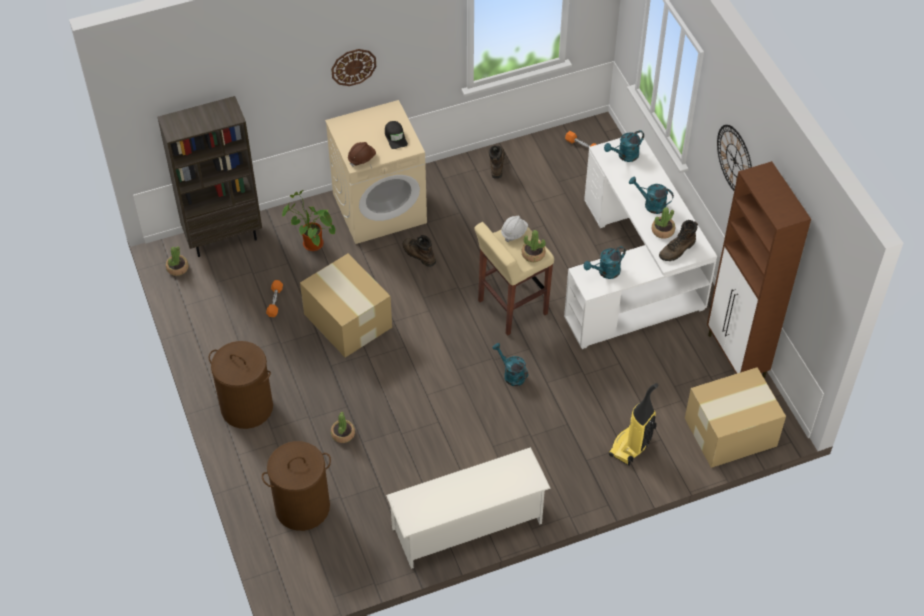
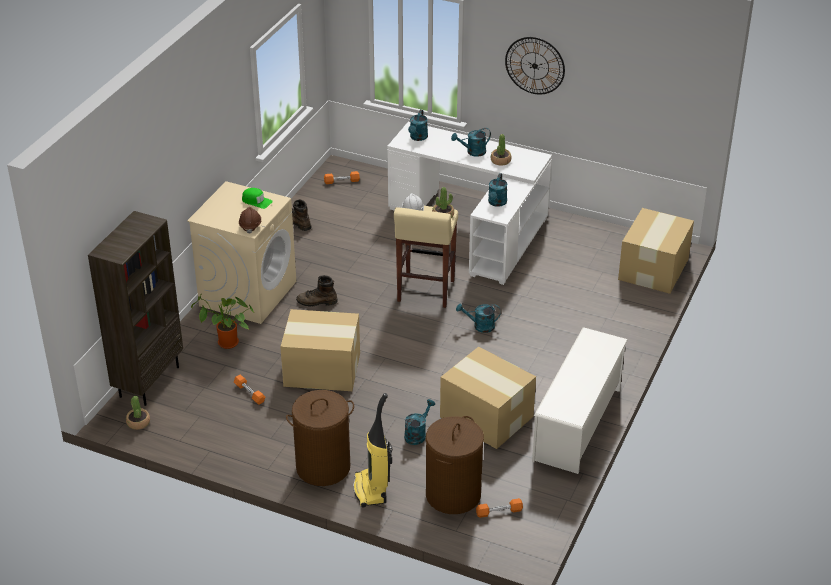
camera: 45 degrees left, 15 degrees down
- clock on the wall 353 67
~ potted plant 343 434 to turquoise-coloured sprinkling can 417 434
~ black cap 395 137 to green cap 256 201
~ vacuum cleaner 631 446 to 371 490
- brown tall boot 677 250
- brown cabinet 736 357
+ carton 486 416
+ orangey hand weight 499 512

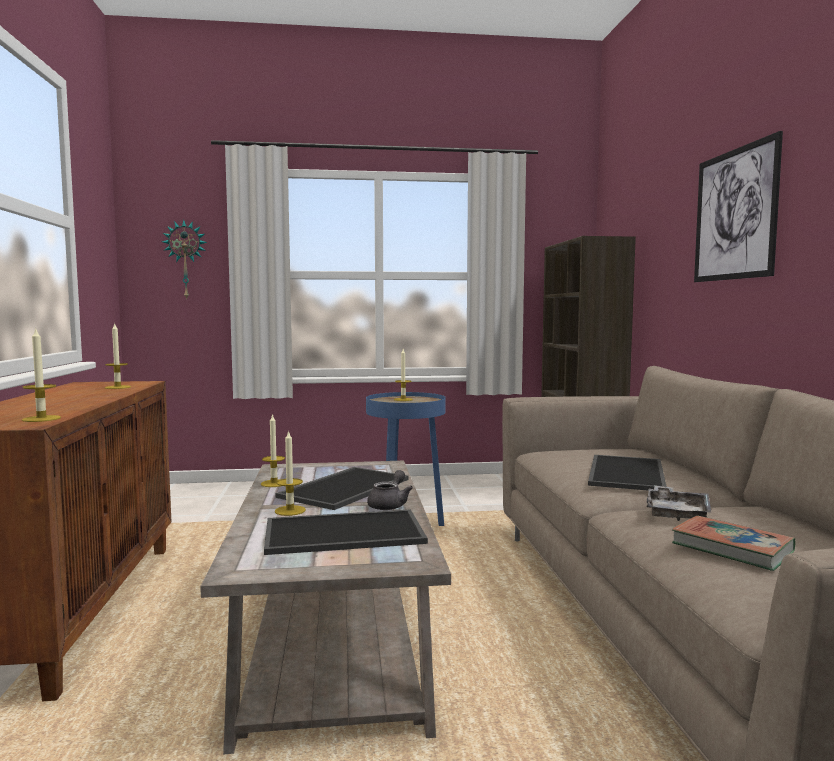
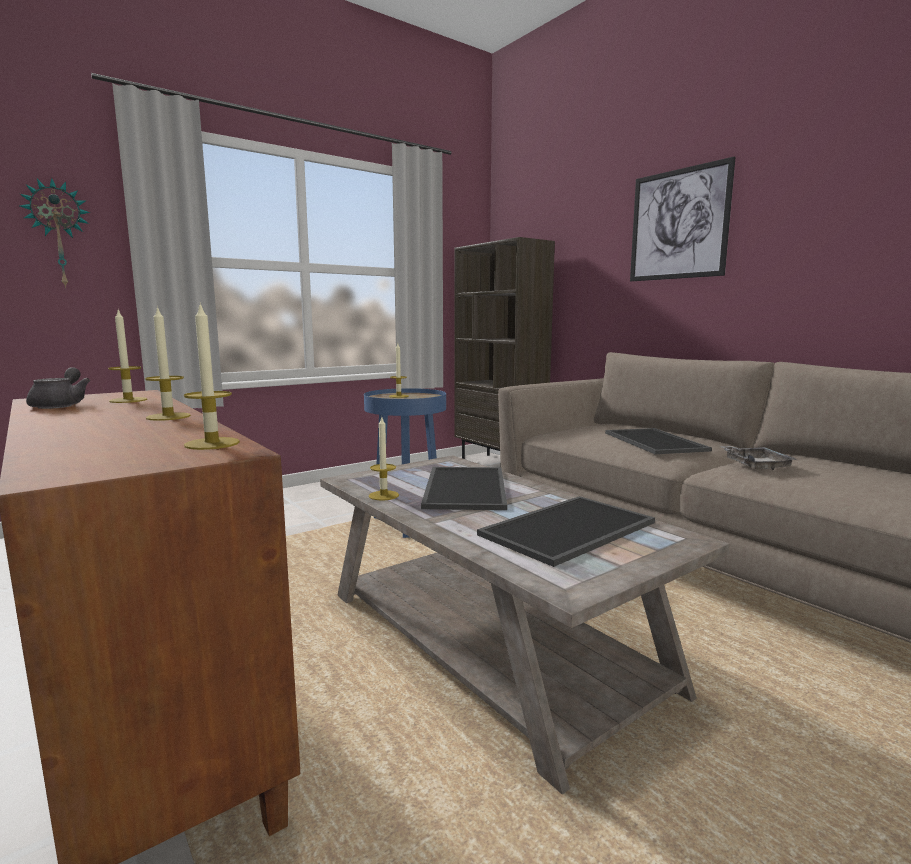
camera: 30 degrees left, 5 degrees up
~ wax candle 290 510 to 168 417
~ grey teapot 390 505 to 61 405
- volume 732 548

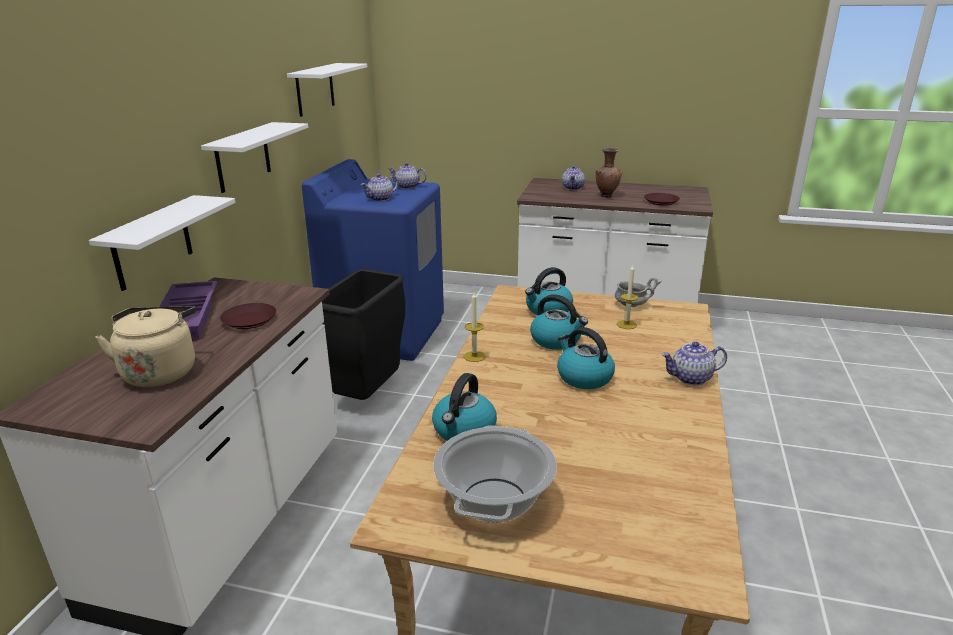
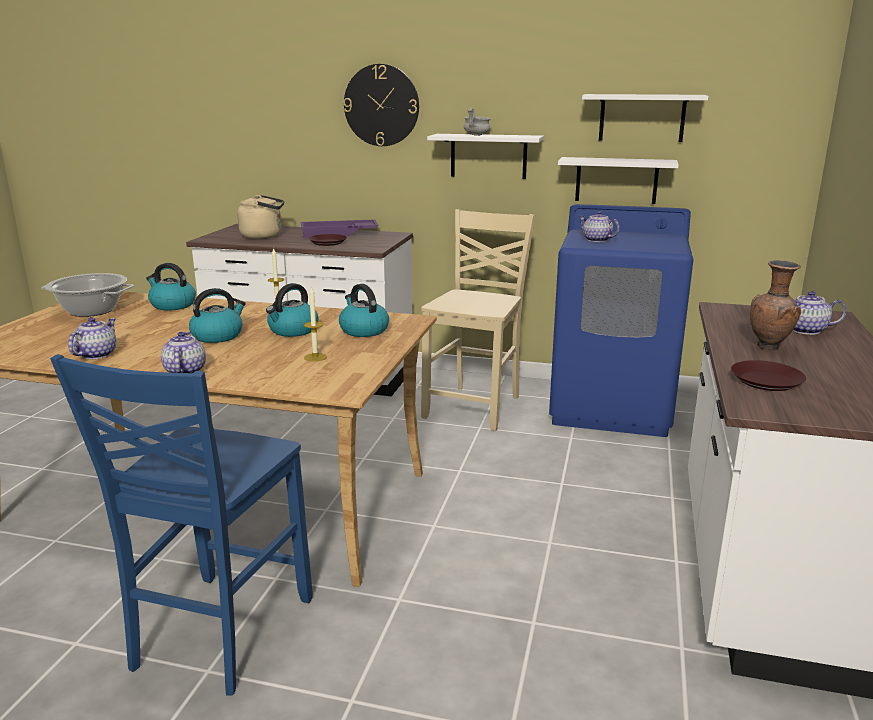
camera: 90 degrees right, 5 degrees down
~ whitish bracket shelf 152 243 to 616 180
~ black rubbish bin 367 396 to beige-coloured chair 475 407
~ teapot 407 186 to 96 354
~ grey bowl 632 305 to 476 135
+ blue-coloured chair 219 634
+ clock on the wall 381 105

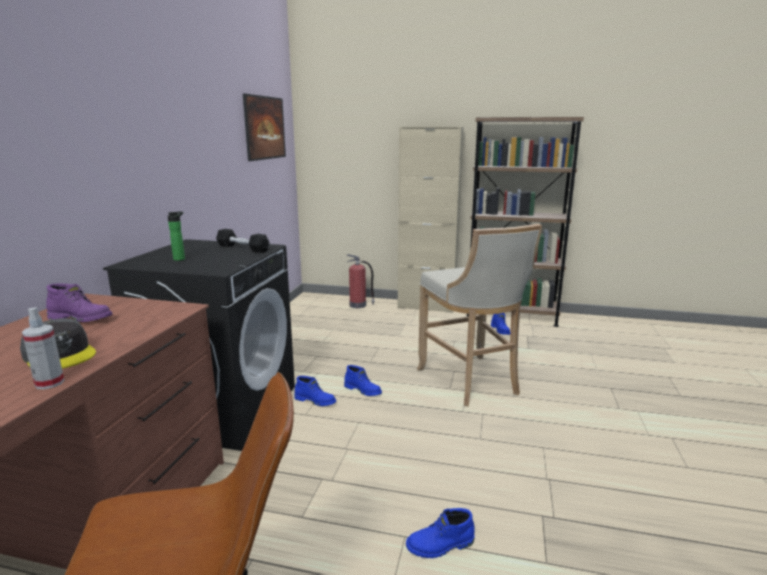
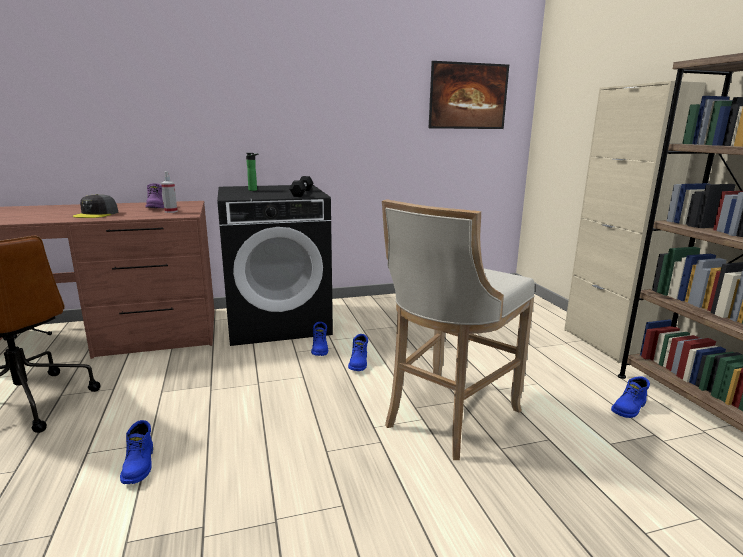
camera: 60 degrees right, 0 degrees up
~ sprayer 49 383 to 171 211
- fire extinguisher 358 305
~ blue-coloured tall boot 440 546 = 140 465 150 degrees counterclockwise

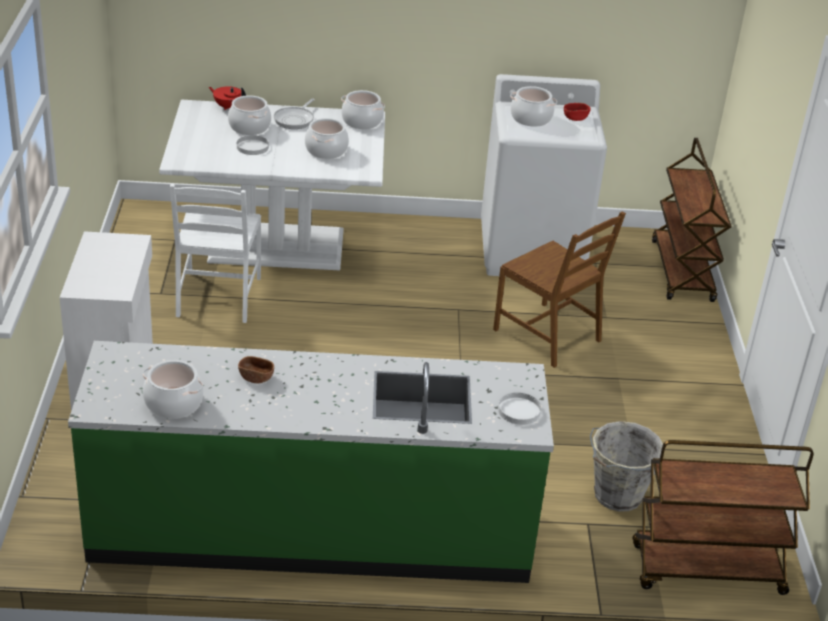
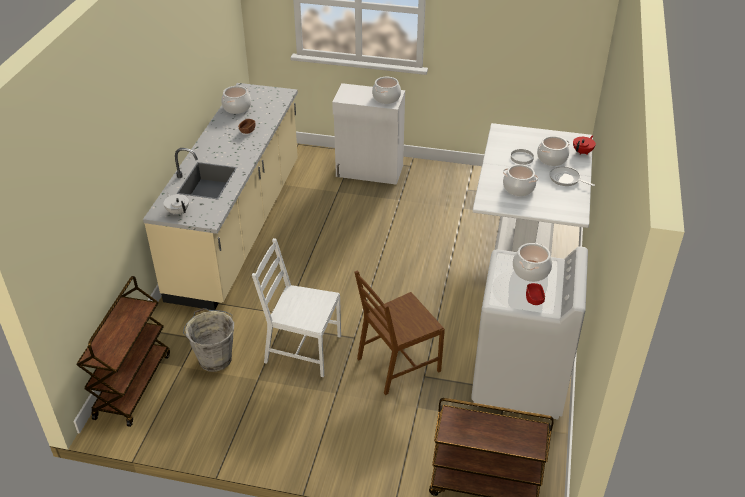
camera: 105 degrees right, 5 degrees up
~ green kitchen counter 312 530 to beige-coloured kitchen counter 238 228
~ whitish chair 218 297 to 302 349
~ cooking pot 361 121 to 386 98
~ whitish plate 518 411 to whitish teapot 178 211

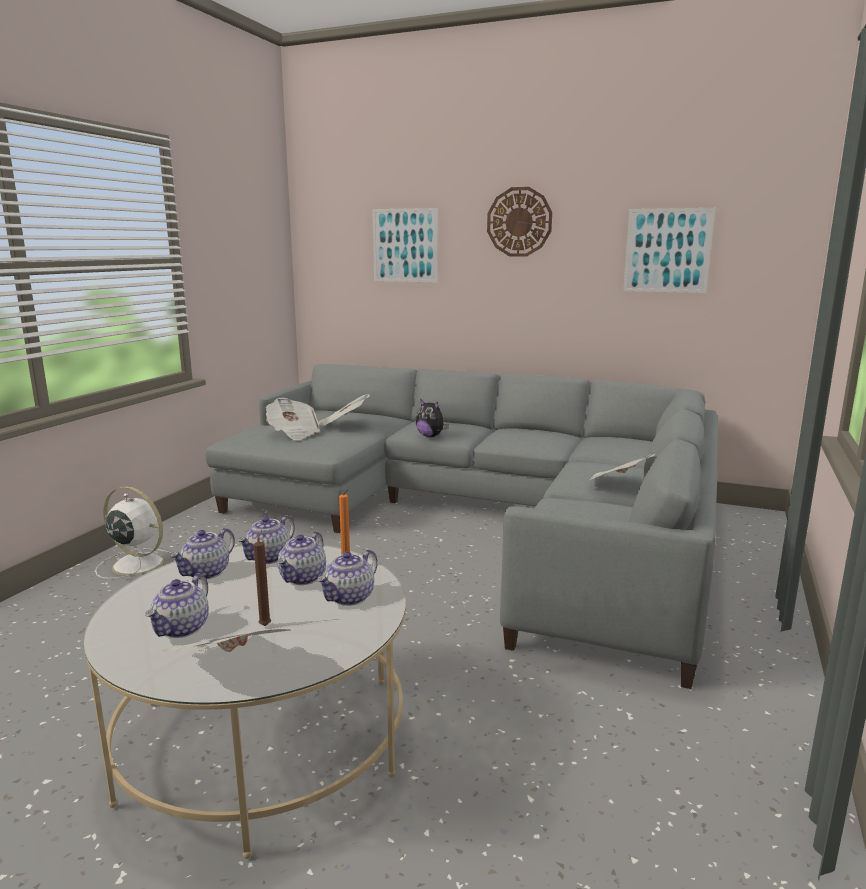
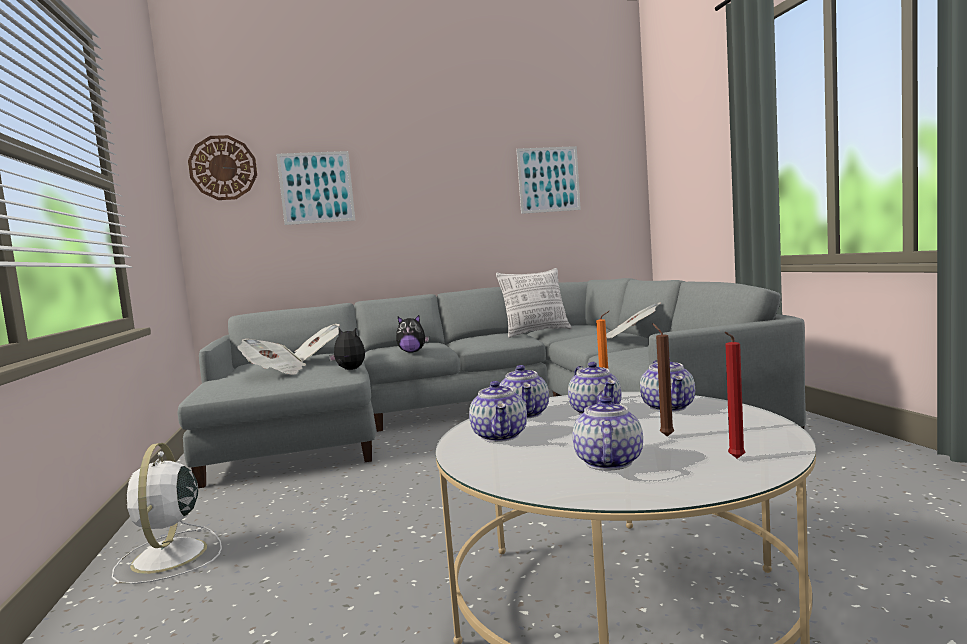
camera: 35 degrees left, 10 degrees down
~ whitish cooling fan 136 564 = 168 557 90 degrees counterclockwise
~ teapot 182 629 = 607 462 150 degrees counterclockwise
~ newspaper 232 668 to red wax candle 735 459
~ clock on the wall 519 222 to 223 168
+ plush toy 349 370
+ throw pillow 536 332

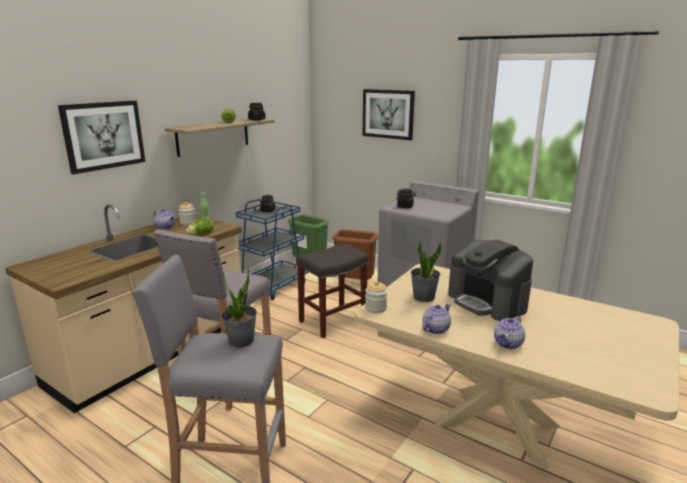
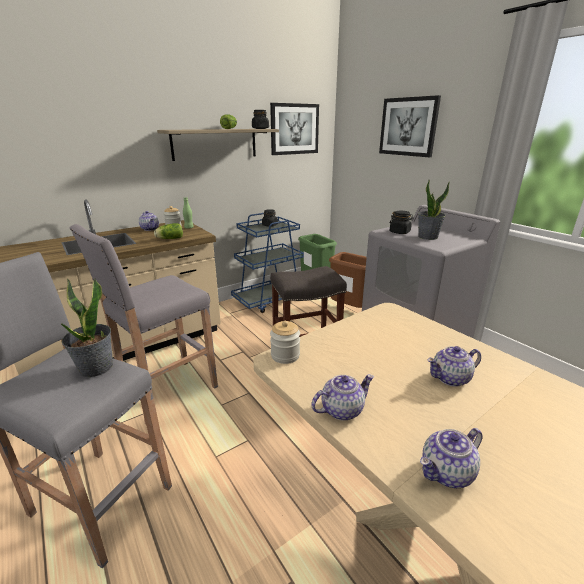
camera: 20 degrees right, 5 degrees up
~ wall picture 104 135 to 294 129
~ potted plant 423 297 to 427 237
~ coffee machine 487 302 to teapot 451 378

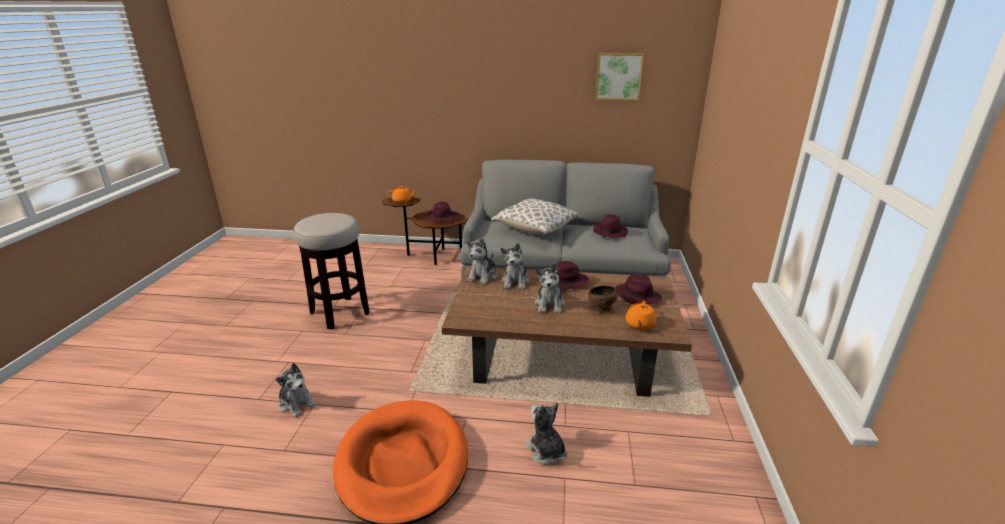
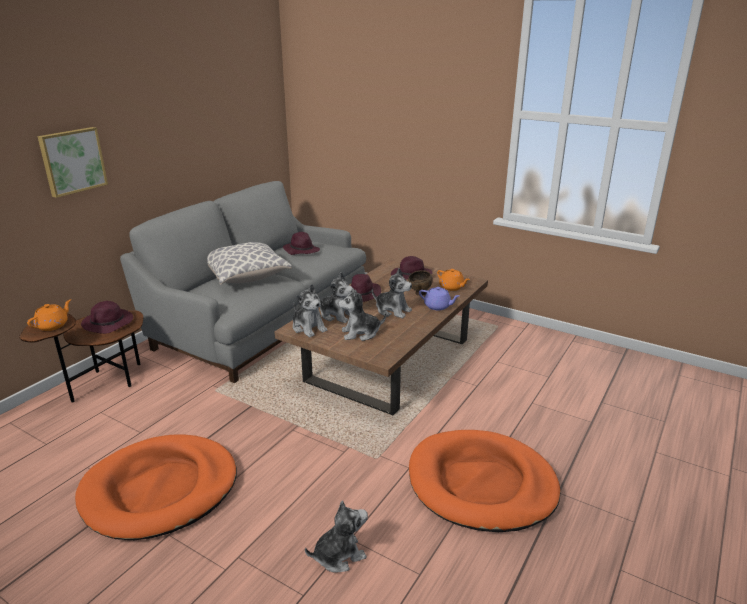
camera: 65 degrees left, 0 degrees up
~ stool 340 313 to orangey dog bed 160 490
~ plush toy 545 451 to 360 333
~ wall picture 618 76 to 72 161
+ purple-coloured teapot 438 306

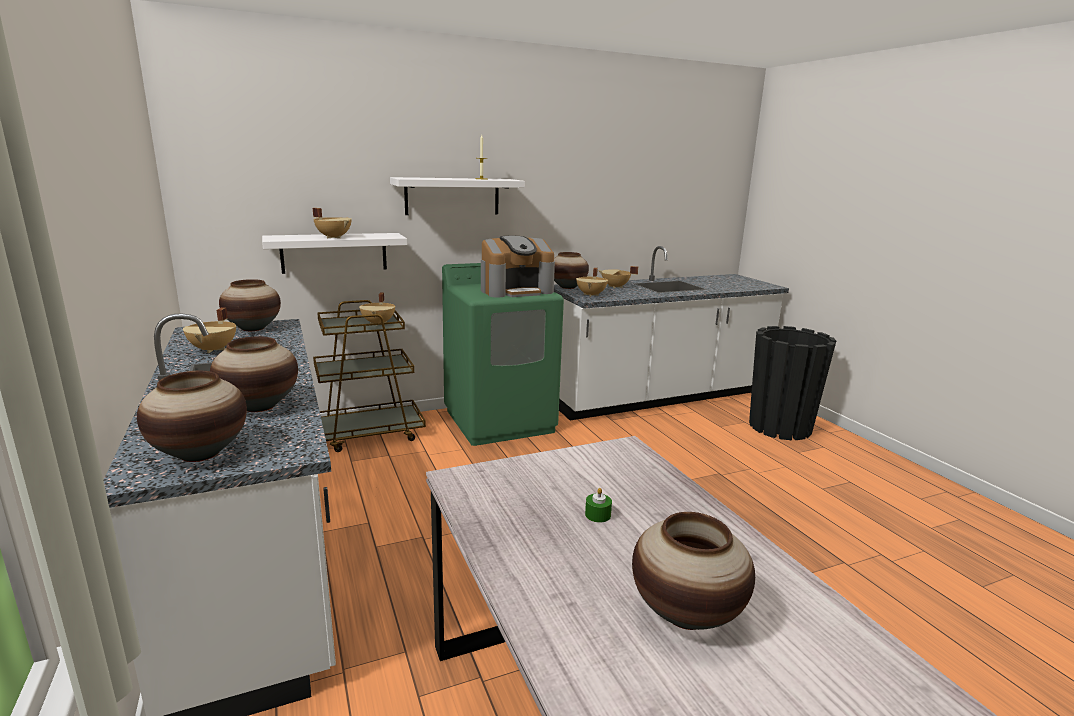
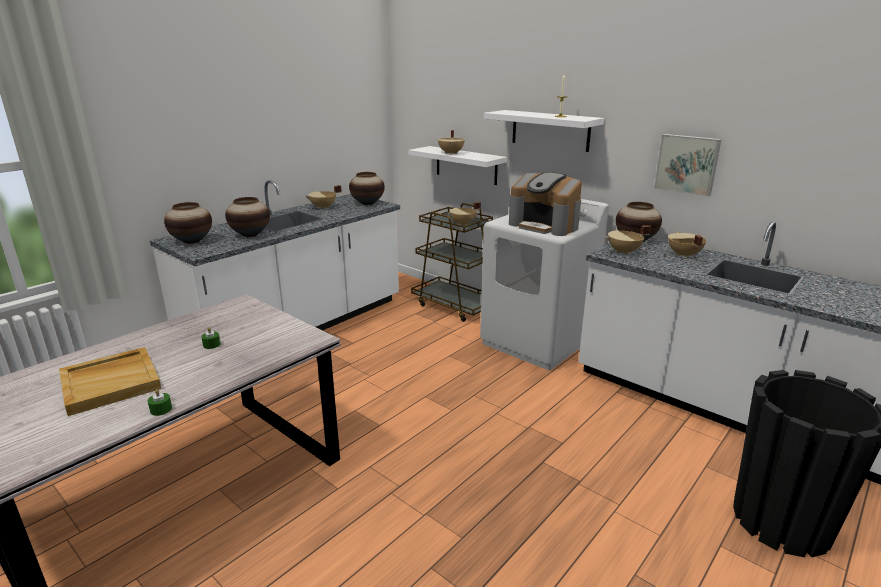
camera: 65 degrees right, 5 degrees up
~ green laundry appliance 500 421 to whitish laundry appliance 537 341
~ decorative vase 685 614 to beige-coloured tray 111 382
+ green wax candle 161 409
+ wall picture 687 164

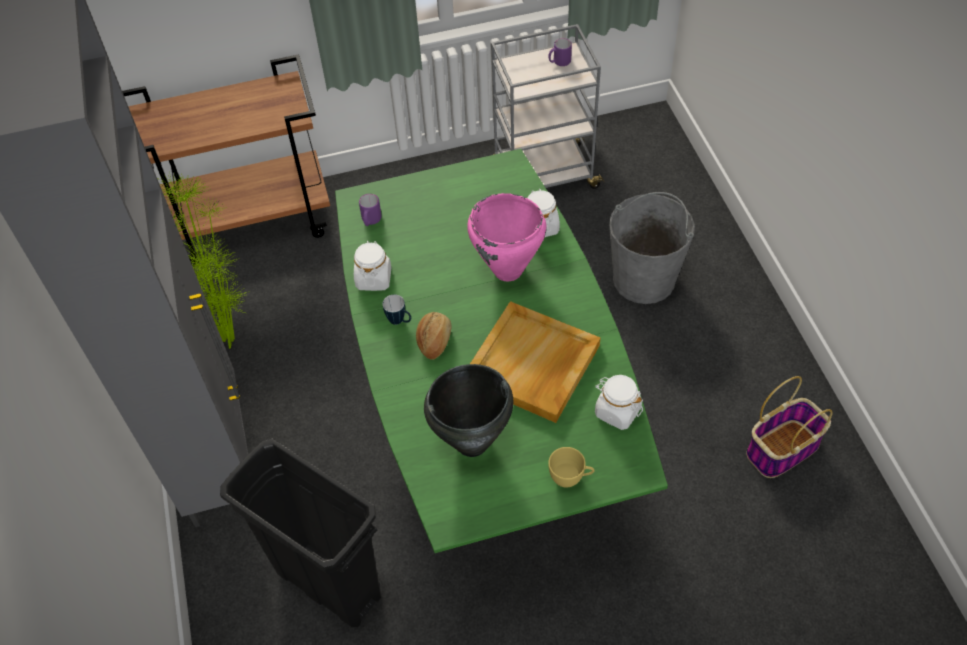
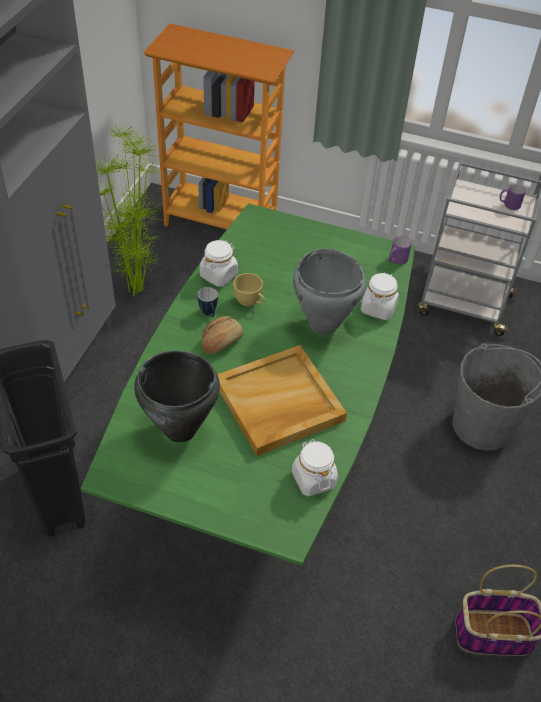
camera: 30 degrees right, 5 degrees down
~ brown wheeled cart 252 220 to shelving unit 221 222
~ purple-coloured mug 370 221 to 396 261
~ pink cooking pot 508 271 to grey cooking pot 323 325
~ yellowish cup 570 478 to 250 302

